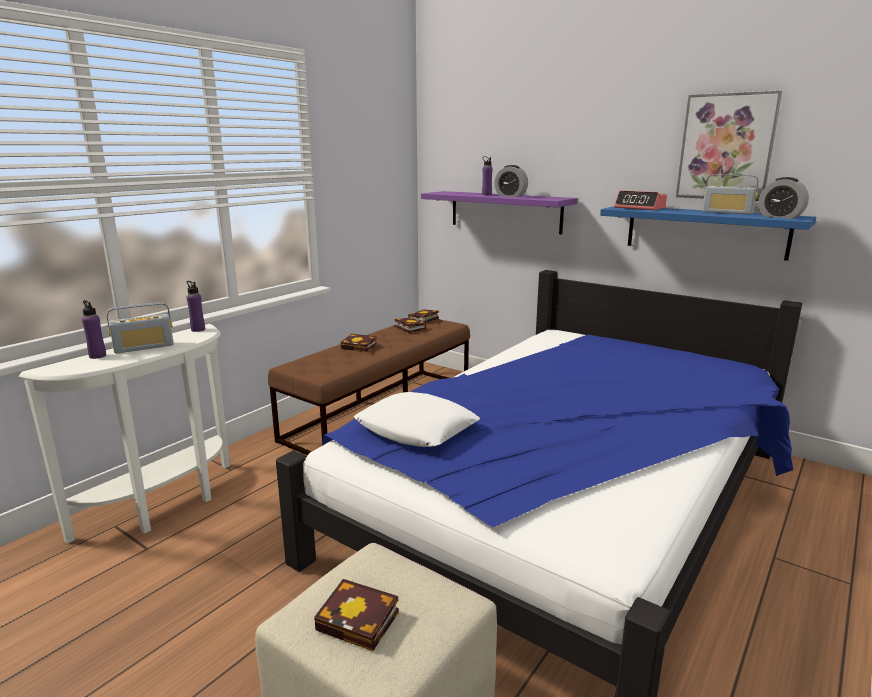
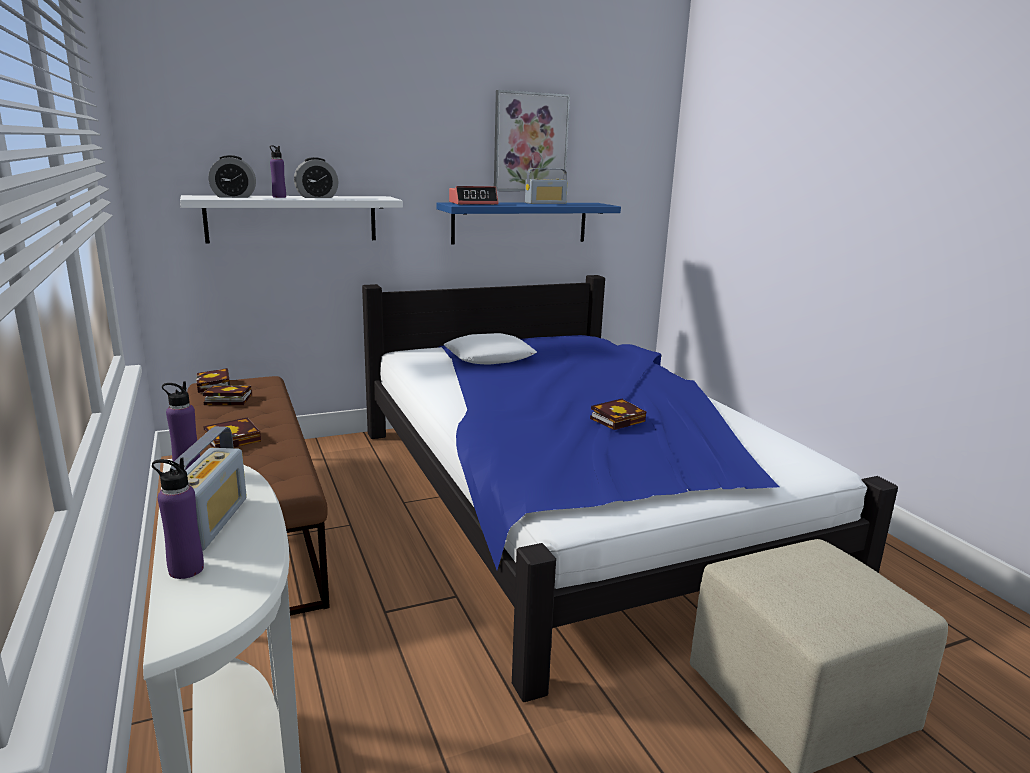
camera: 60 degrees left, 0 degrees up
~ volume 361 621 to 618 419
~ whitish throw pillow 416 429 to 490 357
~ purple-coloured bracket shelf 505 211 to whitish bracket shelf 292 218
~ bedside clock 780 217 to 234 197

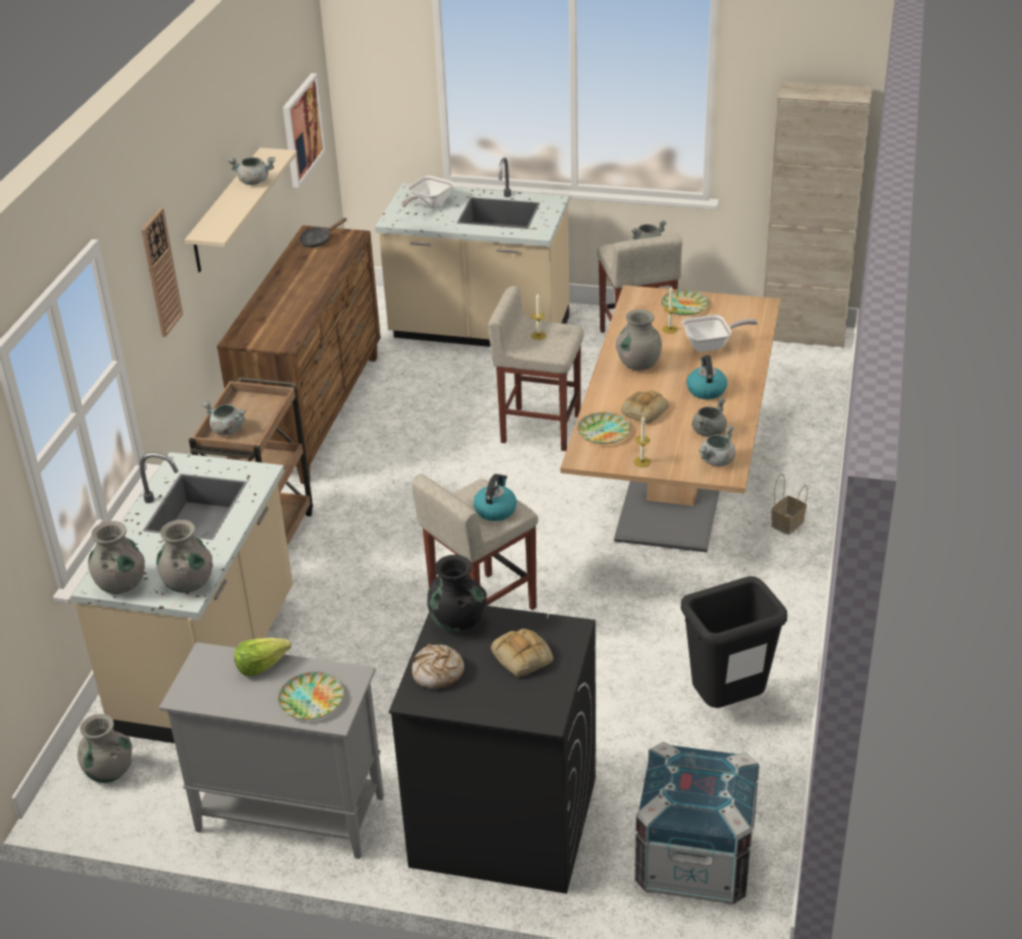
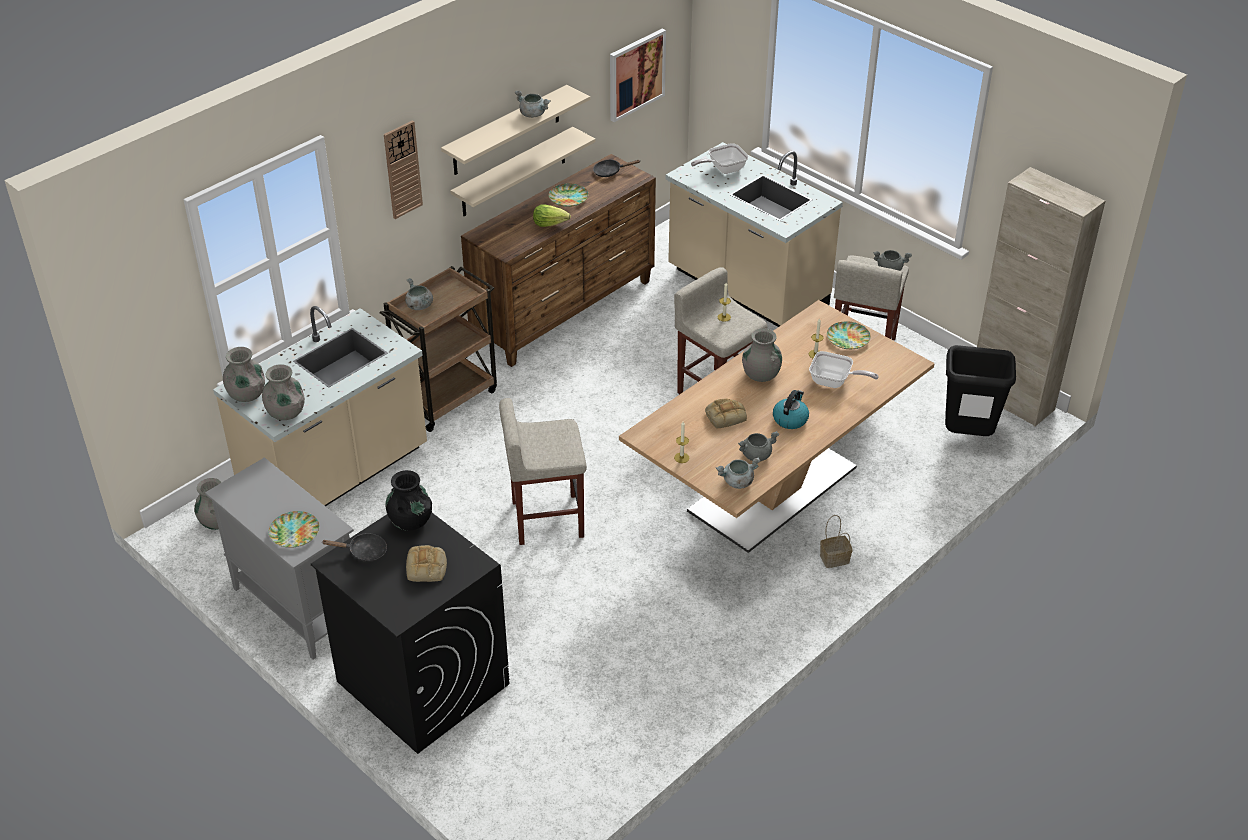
camera: 30 degrees right, 5 degrees up
~ lettuce 261 665 to 550 223
~ bread 437 672 to black pan 364 552
- tea kettle 495 510
~ plate 603 431 to 568 197
- shipping crate 694 861
~ black rubbish bin 726 704 to 966 437
+ beige-coloured bracket shelf 513 173

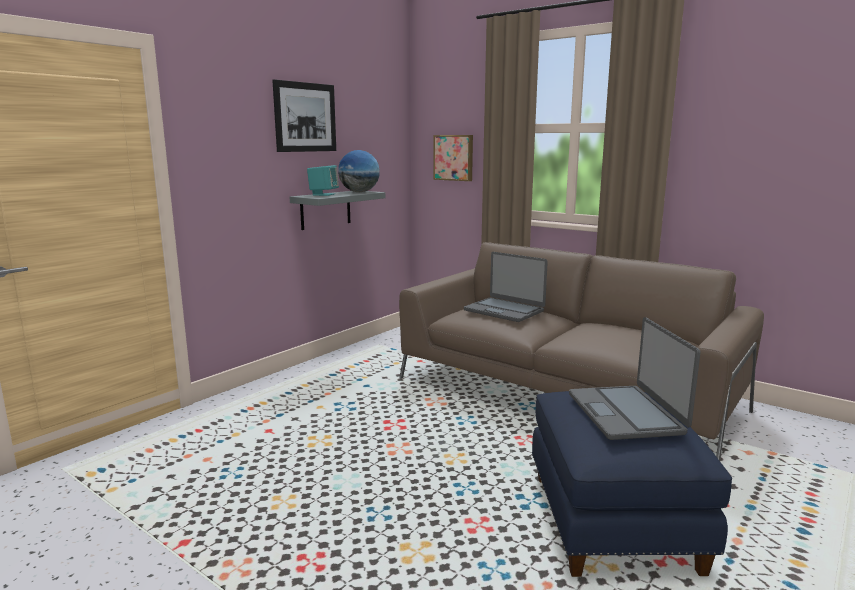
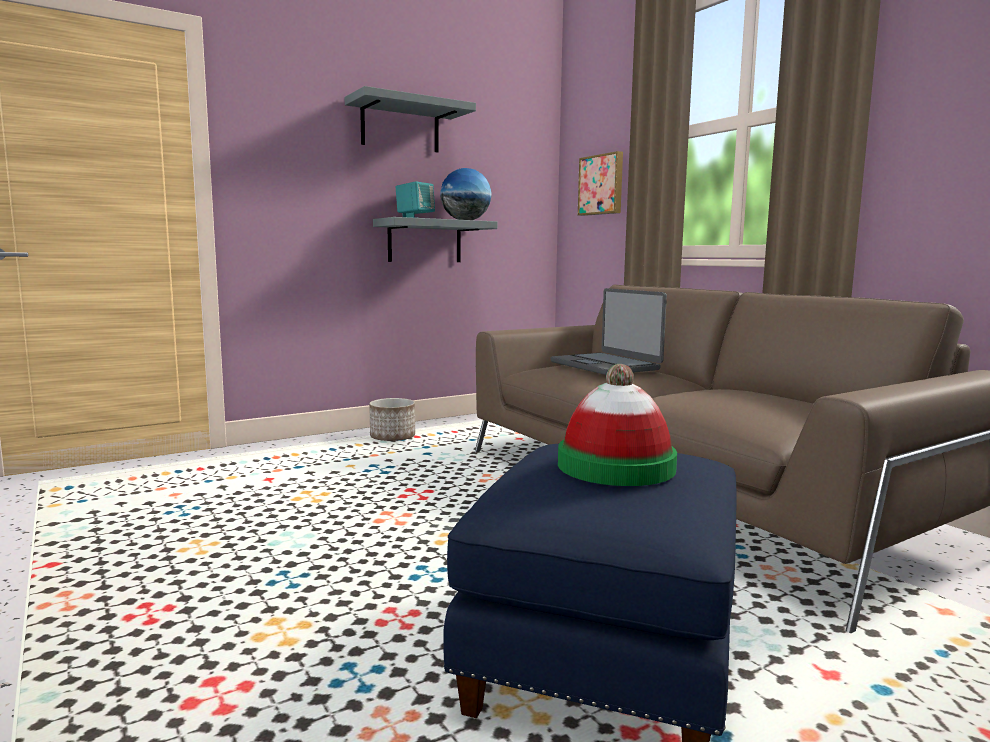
camera: 20 degrees right, 5 degrees down
~ wall picture 305 117 to grey bracket shelf 400 126
~ notebook computer 626 413 to hat 616 466
+ flower pot 392 438

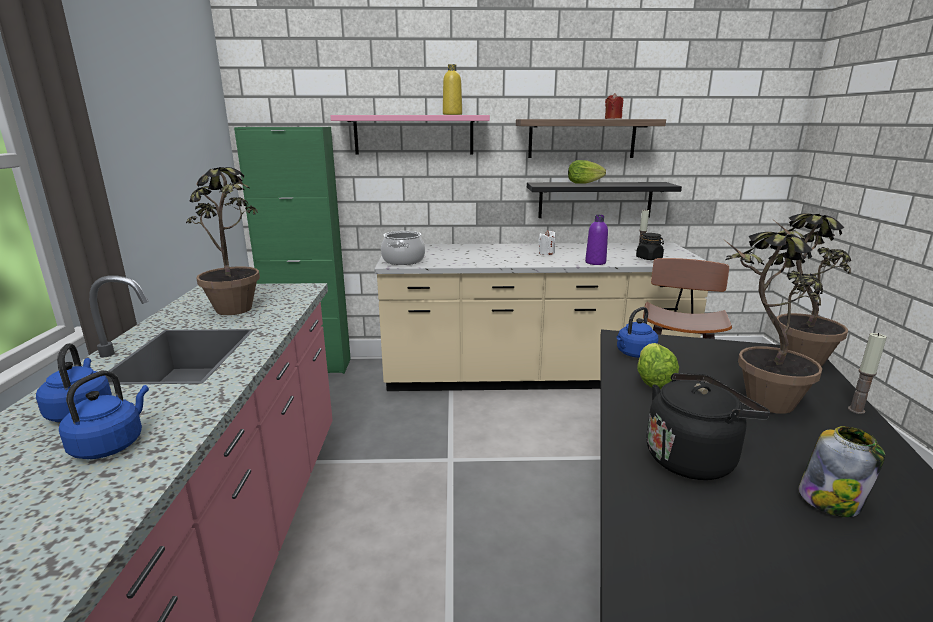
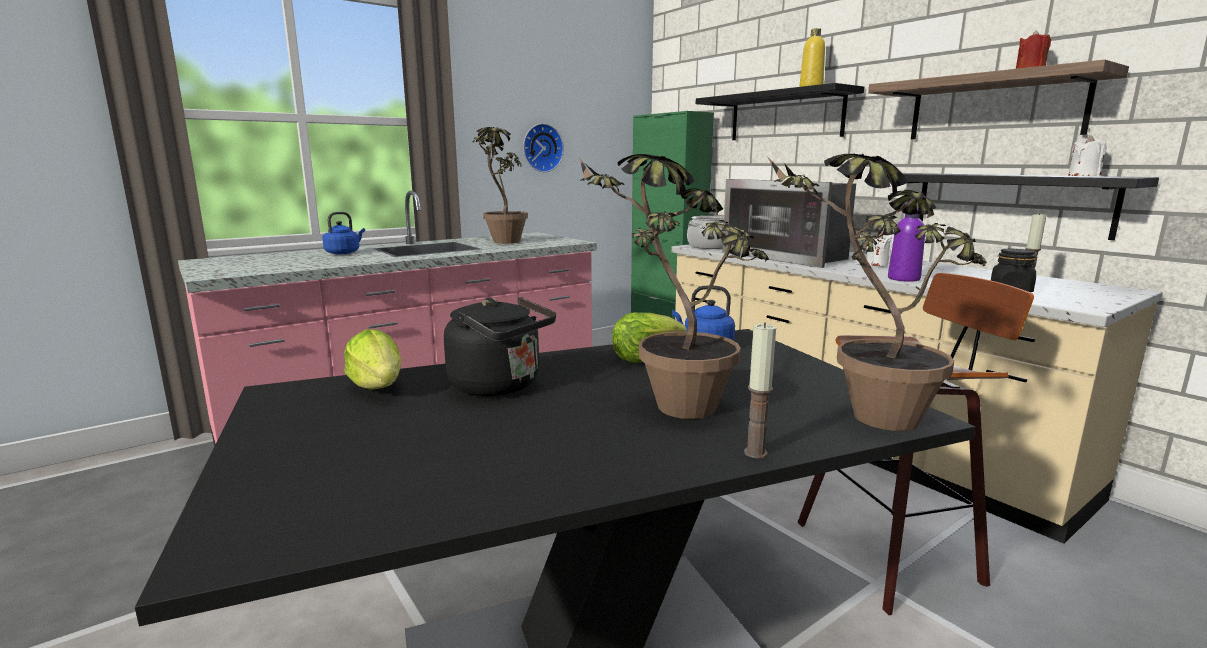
camera: 55 degrees right, 5 degrees down
- blue-coloured tea kettle 111 444
~ pink bracket shelf 414 135 to black bracket shelf 785 116
~ lettuce 583 183 to 378 387
- preserve jar 830 500
+ clock on the wall 541 148
+ microwave oven 788 256
+ whitish wax candle 1084 175

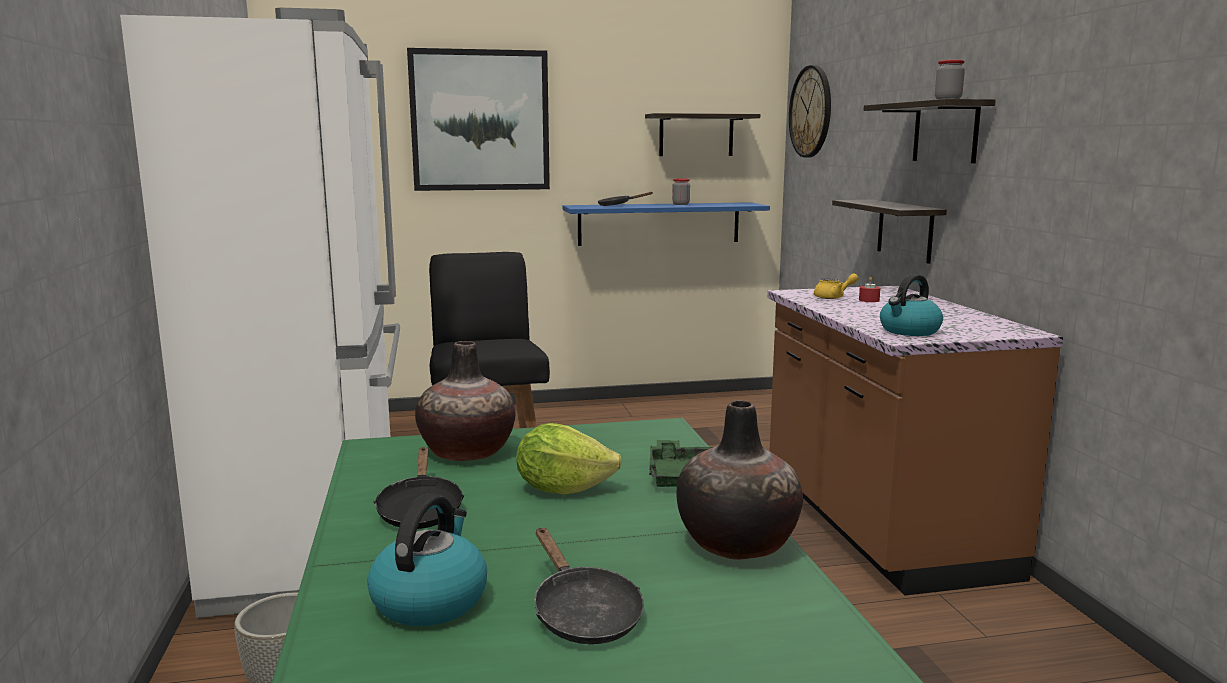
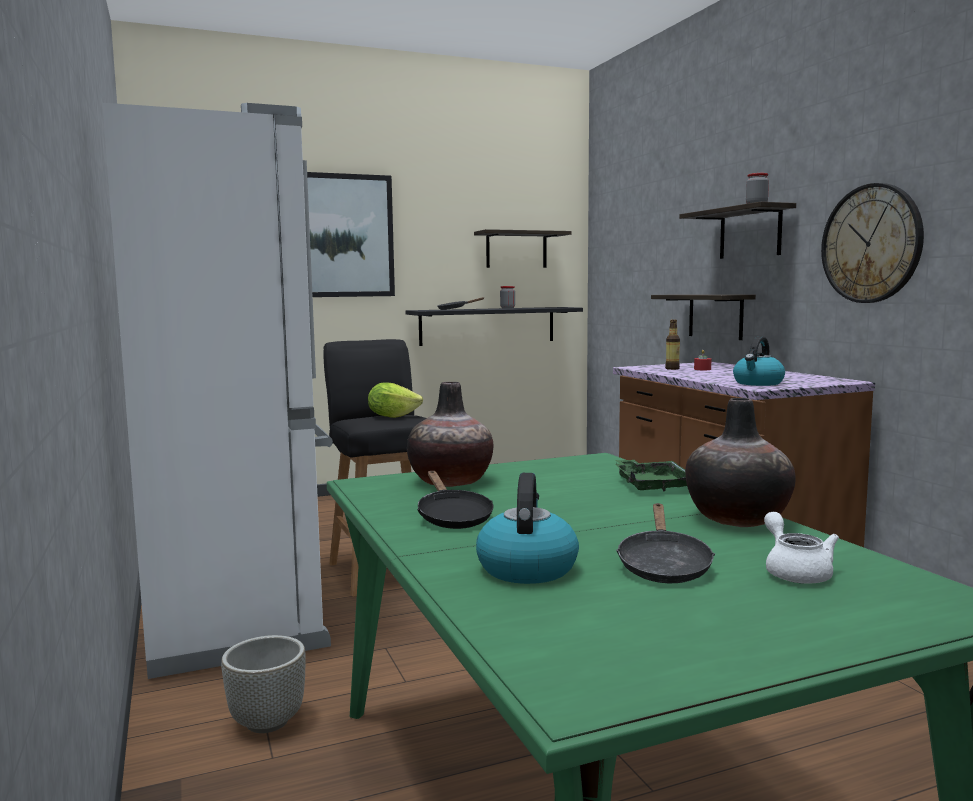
camera: 10 degrees left, 5 degrees down
~ lettuce 563 488 to 392 416
~ black pan 583 614 = 663 566 45 degrees clockwise
~ blue-coloured bracket shelf 659 223 to black bracket shelf 487 326
~ clock on the wall 811 112 to 871 243
~ yellowish teapot 833 297 to bottle 672 369
+ whitish teapot 795 572

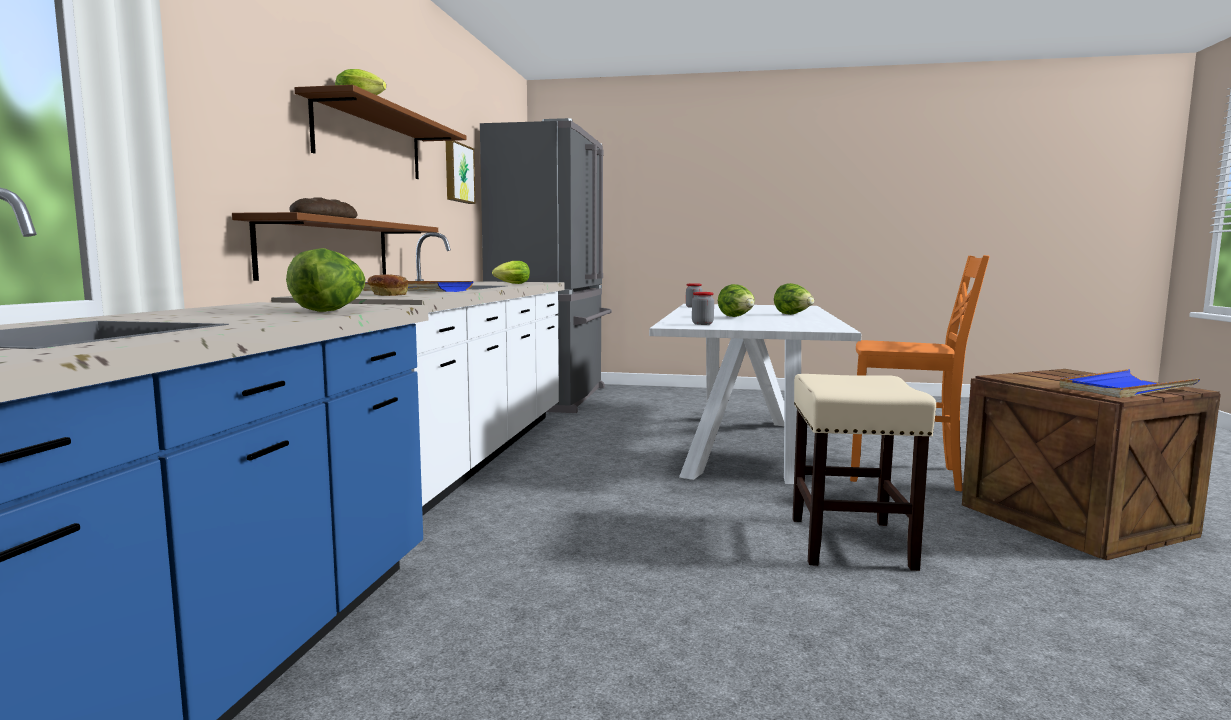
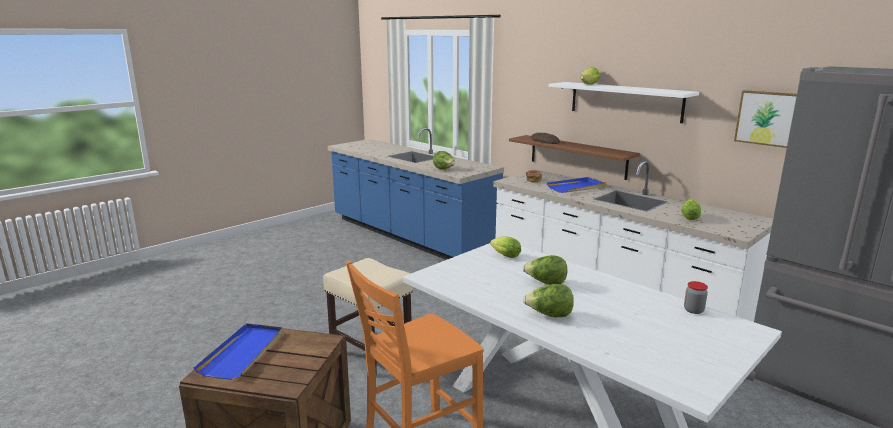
camera: 125 degrees right, 10 degrees up
~ brown bracket shelf 370 141 to whitish bracket shelf 625 101
~ preserve jar 702 324 to lettuce 504 255

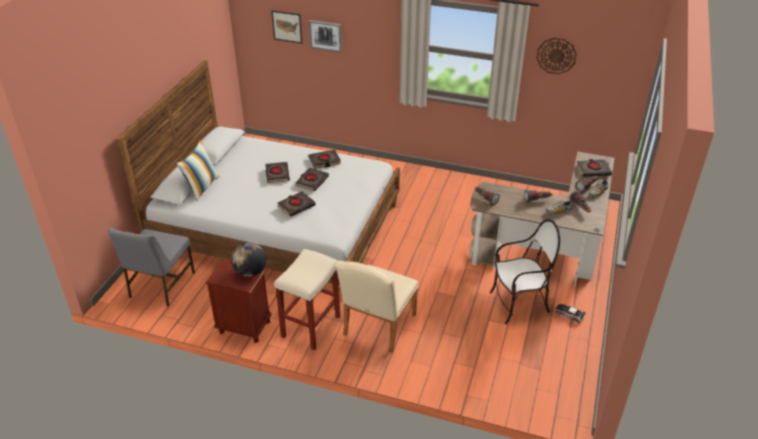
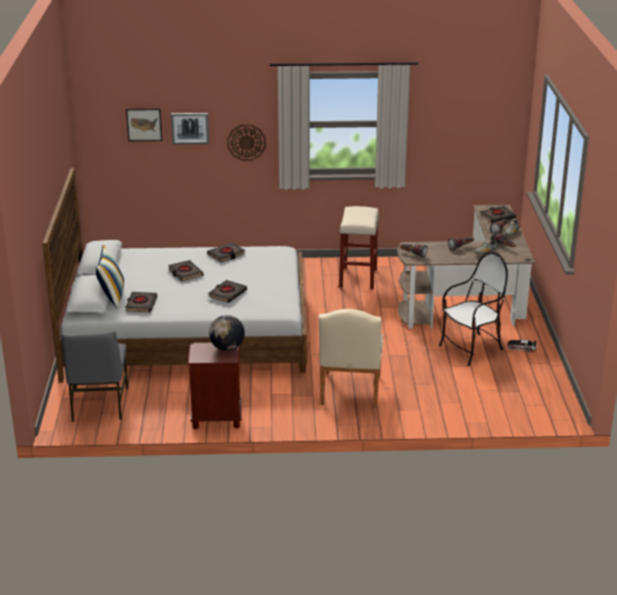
camera: 20 degrees left, 10 degrees down
~ beige-coloured stool 311 327 to 358 278
~ black volume 312 181 to 141 304
~ clock on the wall 556 55 to 246 142

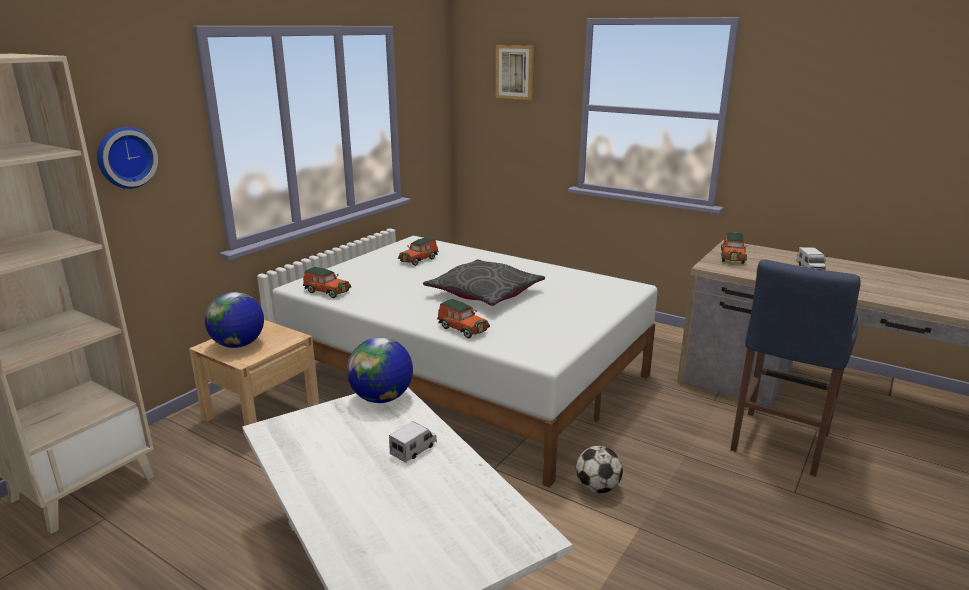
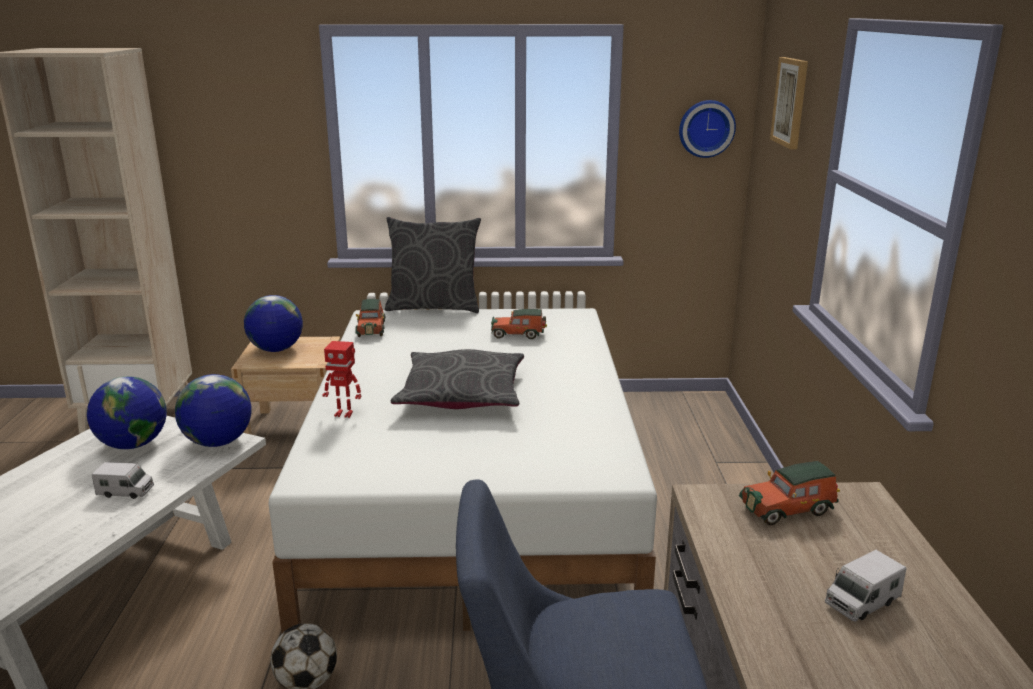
camera: 55 degrees right, 0 degrees up
~ clock on the wall 125 157 to 706 128
~ model car 461 328 to model robot 344 414
+ globe 133 444
+ grey throw pillow 434 307

